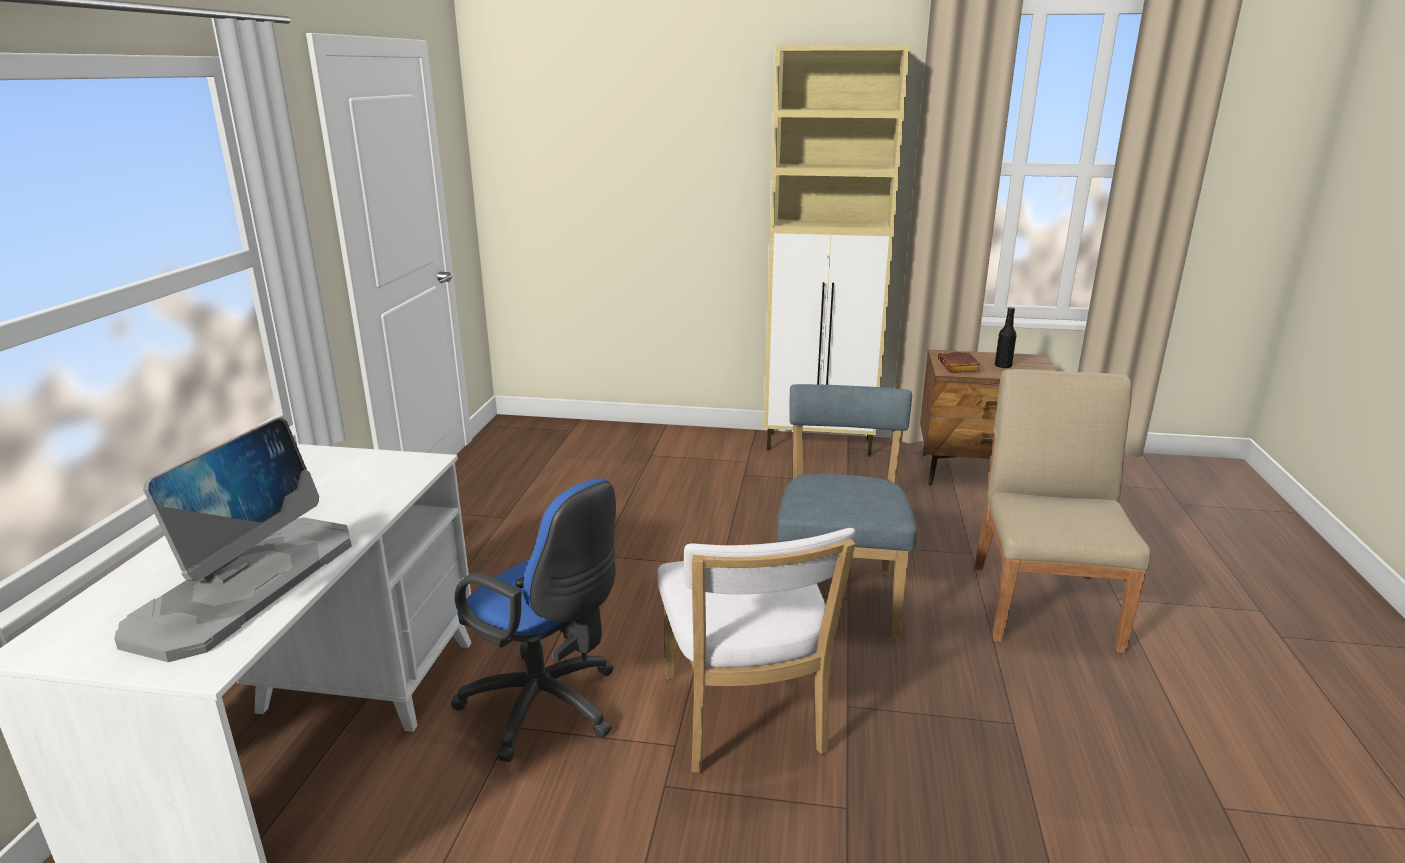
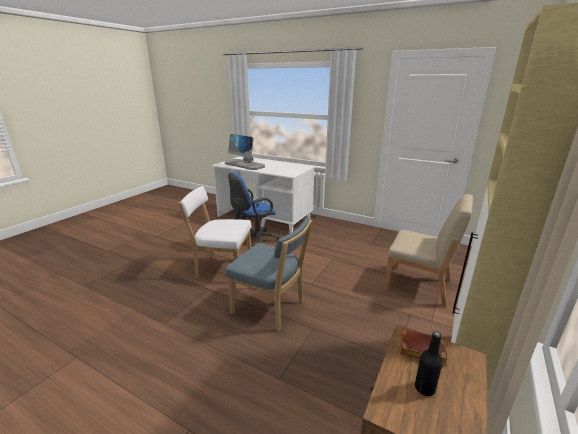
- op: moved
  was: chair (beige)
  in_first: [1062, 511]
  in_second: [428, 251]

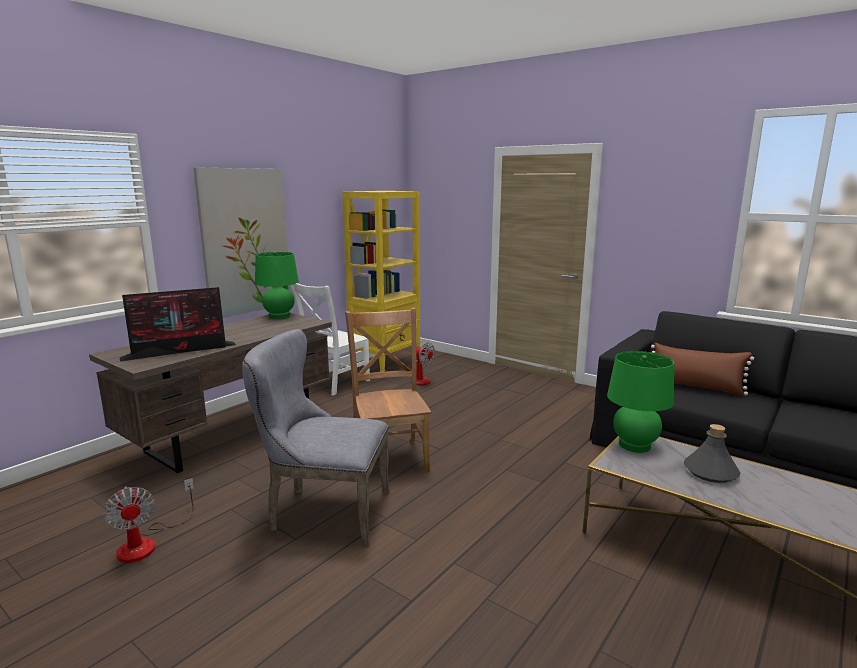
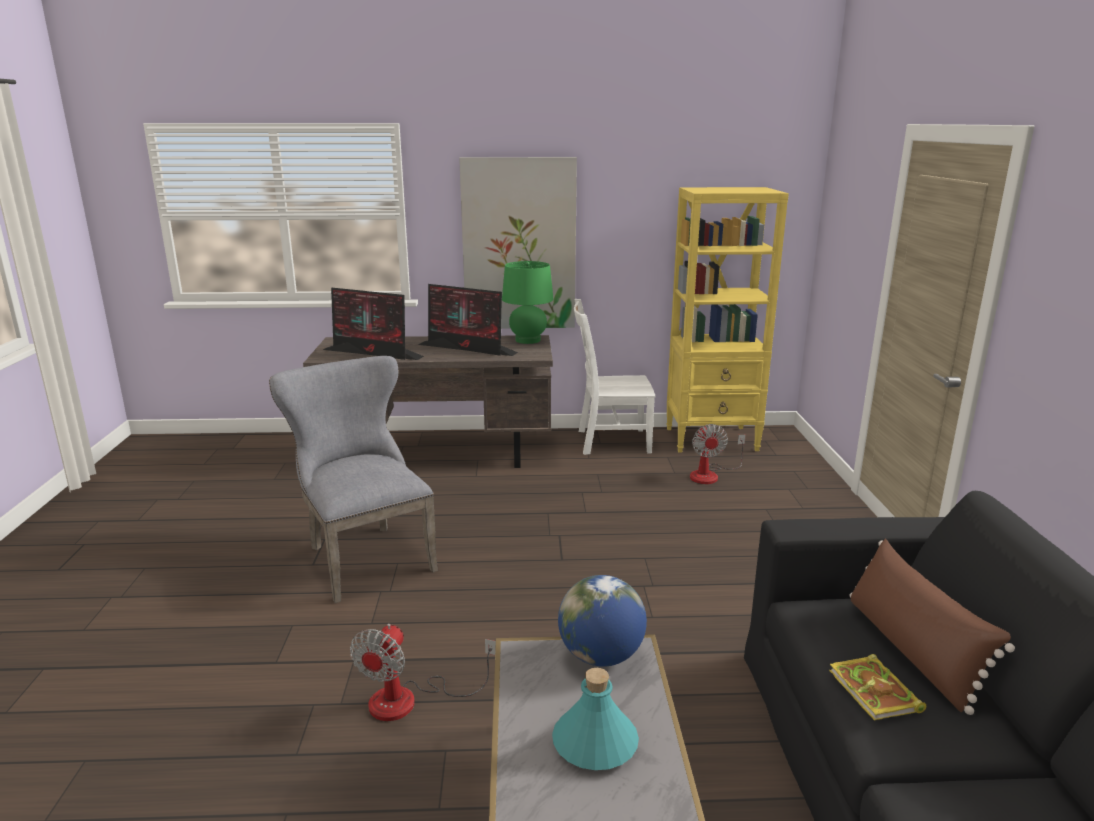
- op: removed
  was: chair (brown)
  in_first: [388, 394]
- op: added
  now: monitor
  in_second: [468, 320]
- op: added
  now: book
  in_second: [877, 687]
- op: moved
  was: fan
  in_first: [148, 520]
  in_second: [423, 672]
- op: replaced
  was: table lamp (green)
  now: globe
  in_first: [640, 402]
  in_second: [602, 621]
- op: recoloured
  was: bottle (grey)
  now: bottle (turquoise)
  in_first: [712, 453]
  in_second: [595, 719]

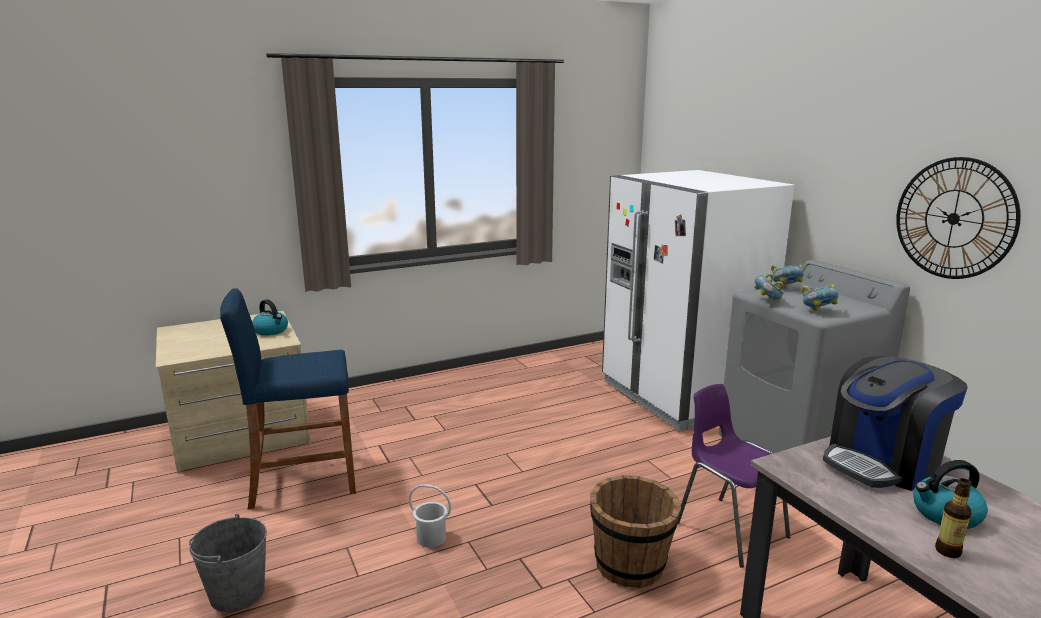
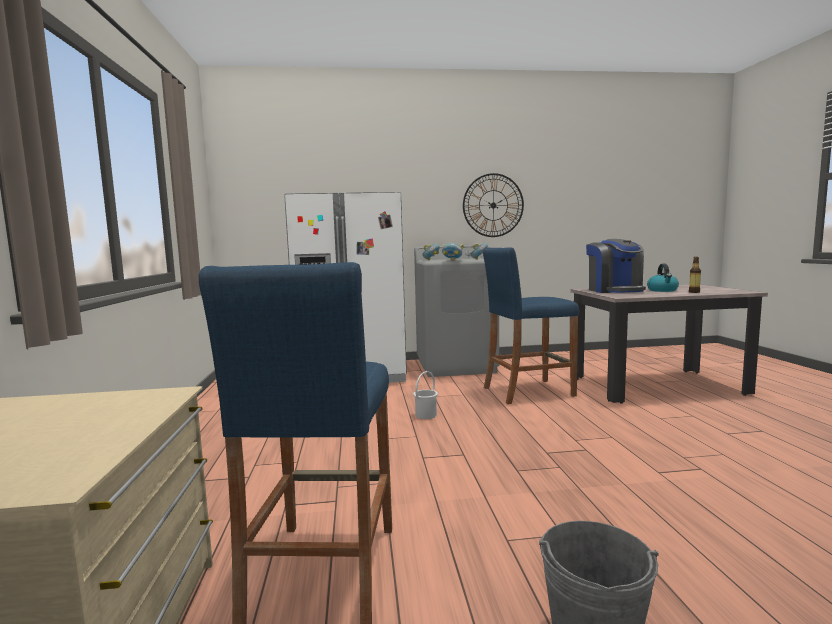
- op: removed
  was: kettle
  in_first: [270, 317]
- op: removed
  was: bucket (brown)
  in_first: [635, 531]
- op: moved
  was: bucket (white)
  in_first: [430, 516]
  in_second: [425, 395]
- op: replaced
  was: chair (purple)
  now: stool (blue)
  in_first: [734, 476]
  in_second: [531, 325]

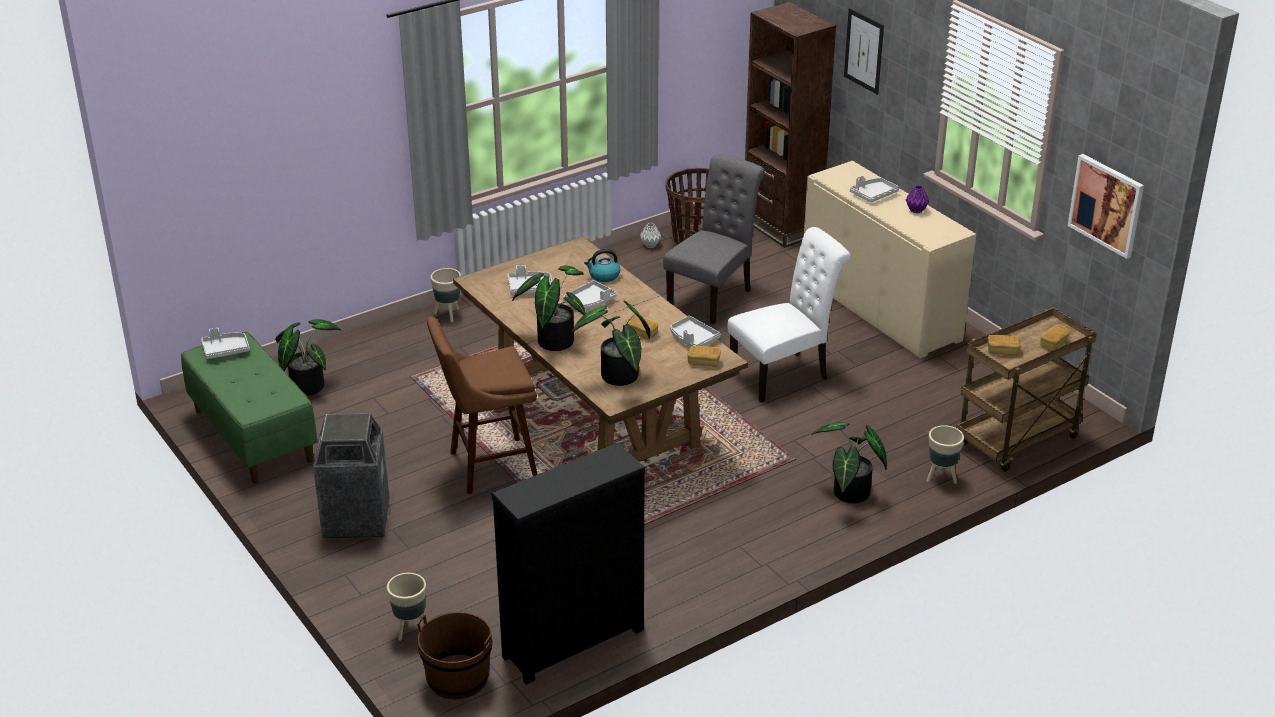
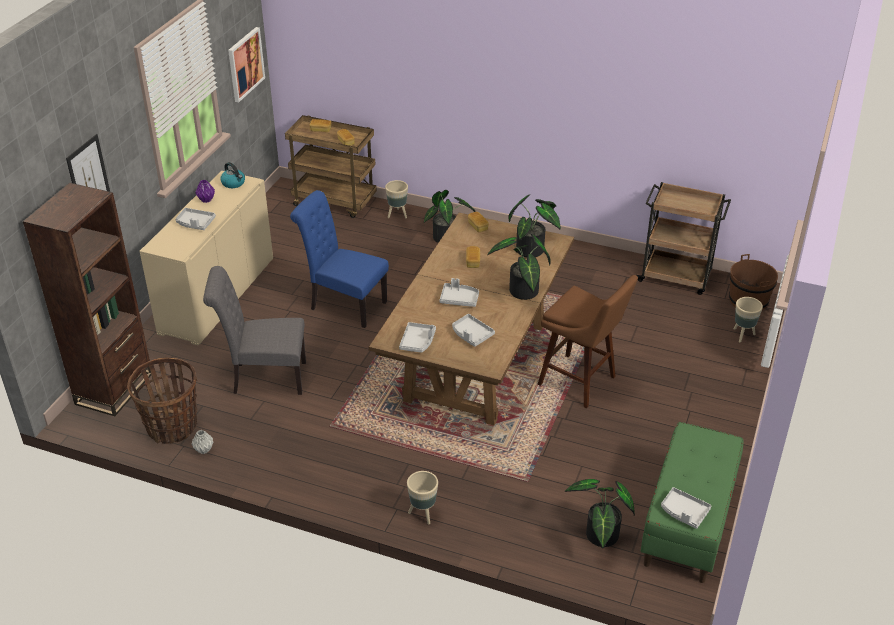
- op: removed
  was: trash can
  in_first: [351, 476]
- op: moved
  was: kettle
  in_first: [602, 265]
  in_second: [232, 175]
- op: moved
  was: tray (grey)
  in_first: [695, 331]
  in_second: [417, 337]
- op: replaced
  was: dresser (black)
  now: cart (brown)
  in_first: [568, 564]
  in_second: [683, 238]
- op: recoloured
  was: chair (white)
  now: chair (blue)
  in_first: [788, 315]
  in_second: [339, 259]

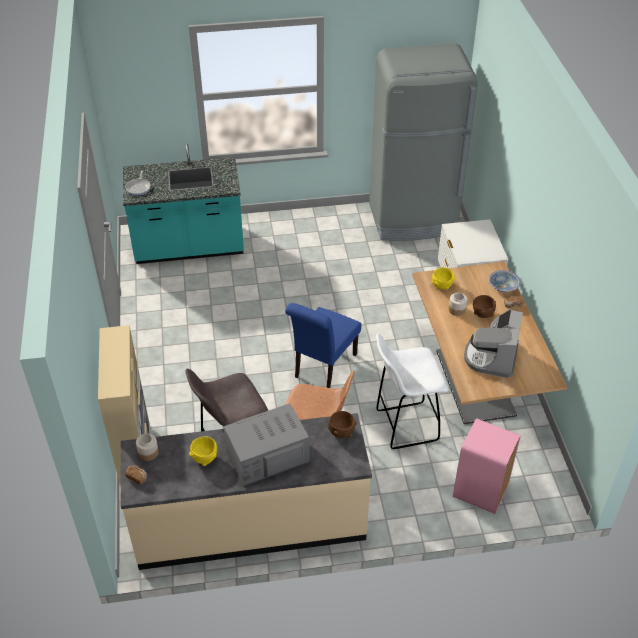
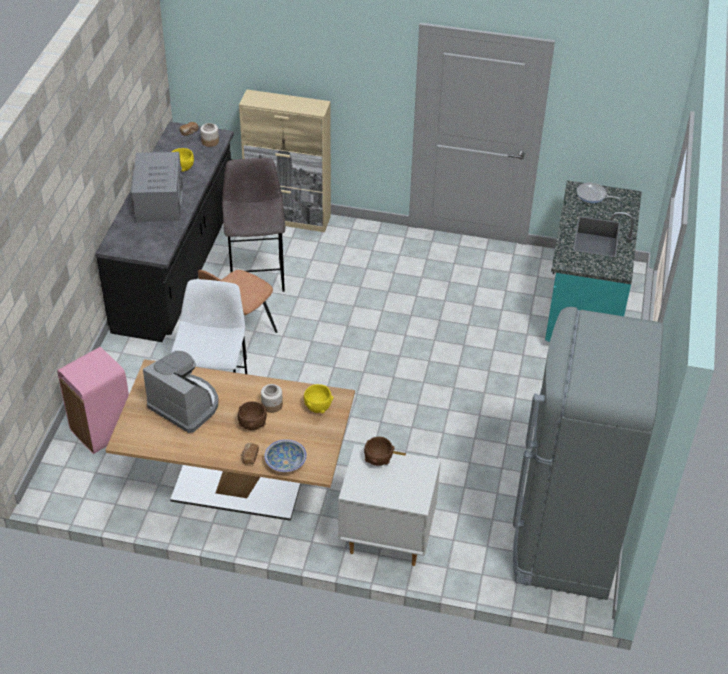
- op: removed
  was: chair (blue)
  in_first: [323, 345]
- op: moved
  was: bowl (brown)
  in_first: [342, 424]
  in_second: [379, 451]
- op: recoloured
  was: counter (beige)
  now: counter (black)
  in_first: [246, 491]
  in_second: [164, 232]

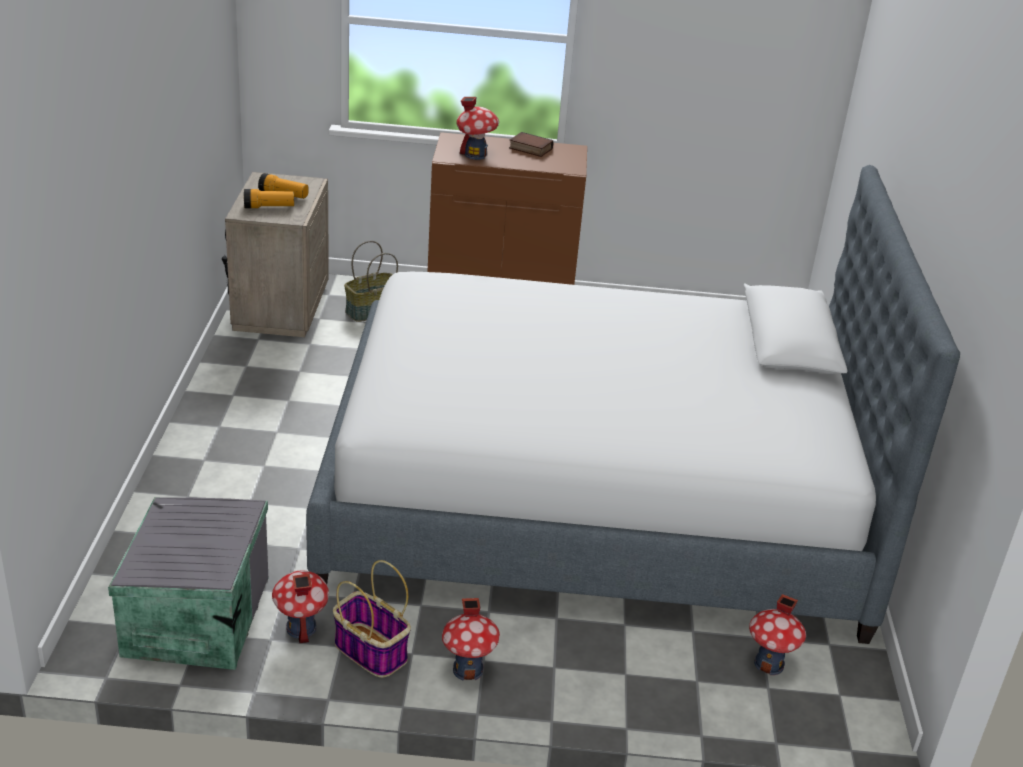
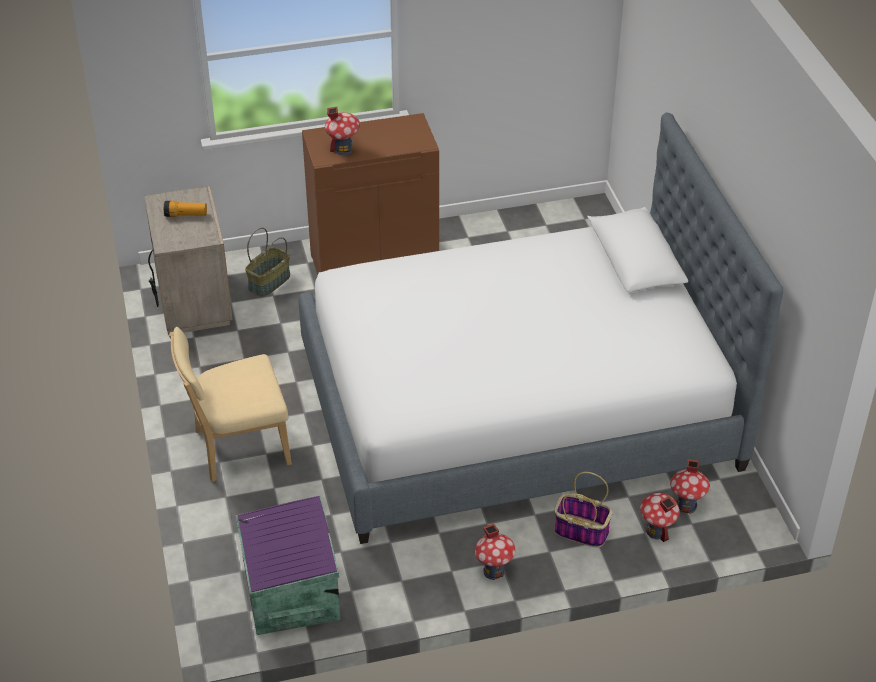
- op: removed
  was: flashlight
  in_first: [269, 198]
- op: removed
  was: book
  in_first: [531, 144]
- op: added
  now: chair (beige)
  in_second: [230, 404]
- op: moved
  was: toy house
  in_first: [300, 606]
  in_second: [660, 517]
- op: moved
  was: basket
  in_first: [372, 619]
  in_second: [584, 510]
- op: recoloured
  was: storage box (grey)
  now: storage box (purple)
  in_first: [188, 583]
  in_second: [288, 565]

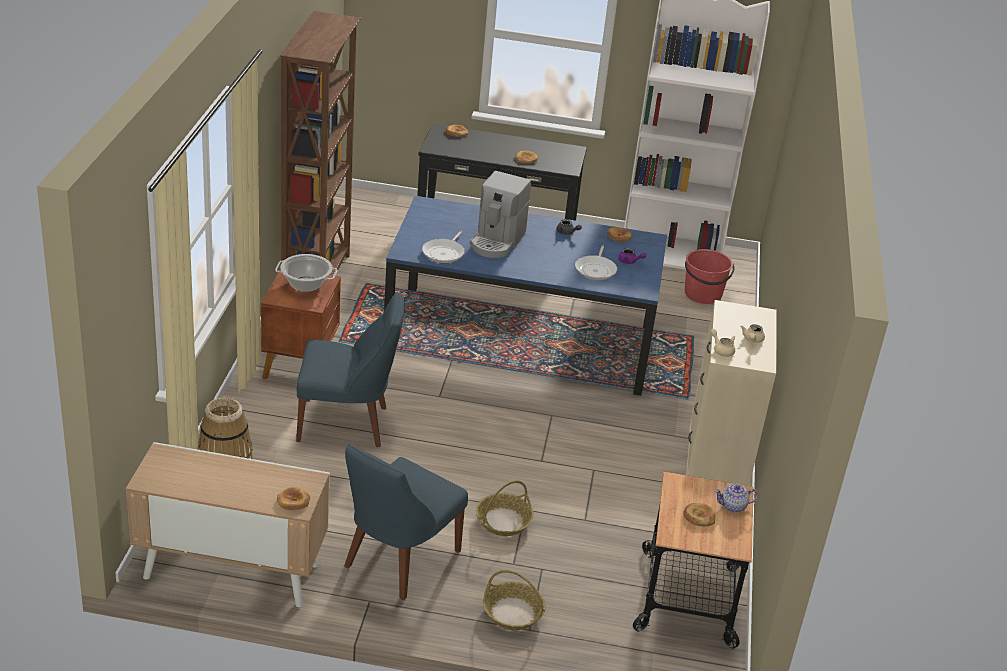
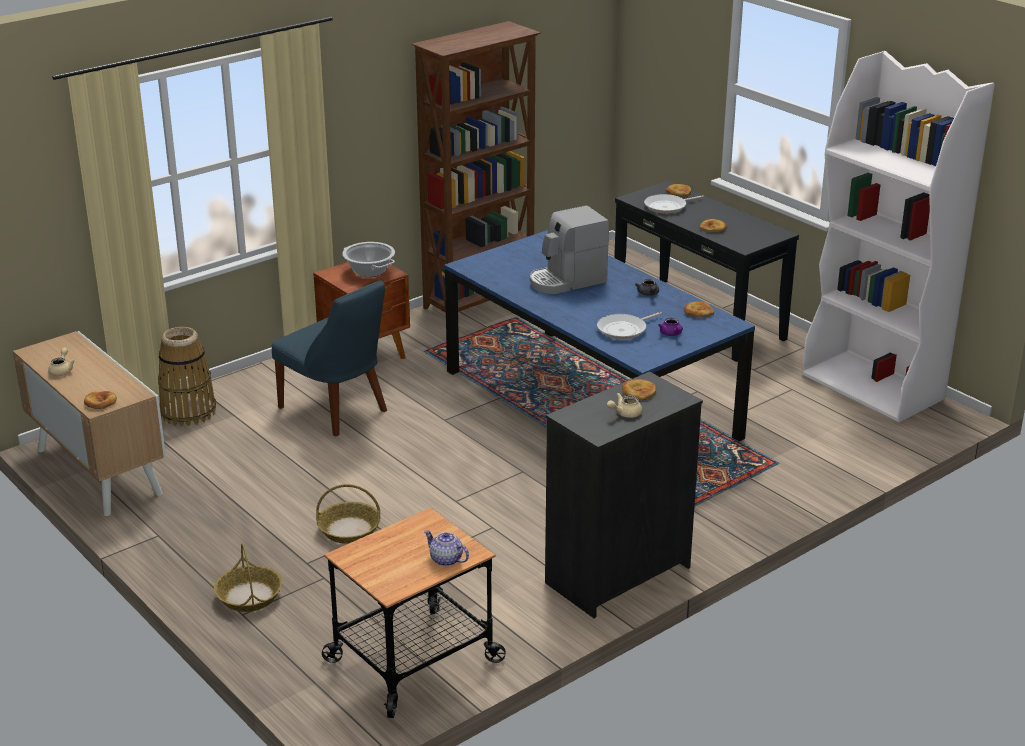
- op: removed
  was: chair (blue)
  in_first: [406, 522]
- op: removed
  was: bucket (red)
  in_first: [710, 276]
- op: moved
  was: frying pan
  in_first: [443, 247]
  in_second: [674, 204]
- op: moved
  was: bread
  in_first: [699, 514]
  in_second: [639, 389]
- op: moved
  was: teapot (beige)
  in_first: [722, 343]
  in_second: [61, 362]
- op: recoloured
  was: dresser (beige)
  now: dresser (black)
  in_first: [731, 393]
  in_second: [624, 495]

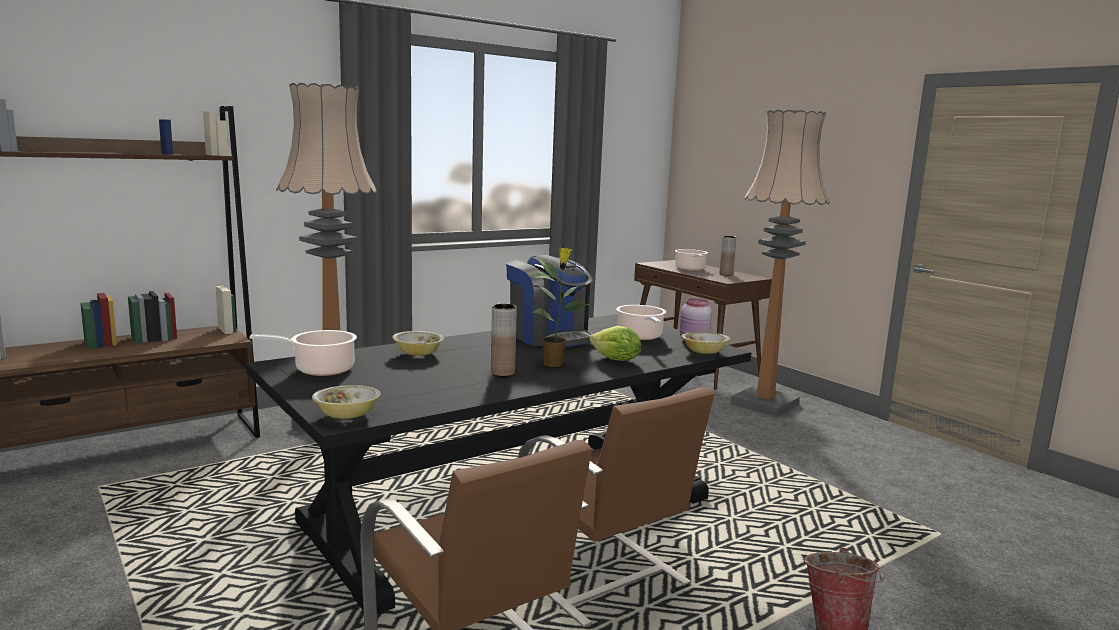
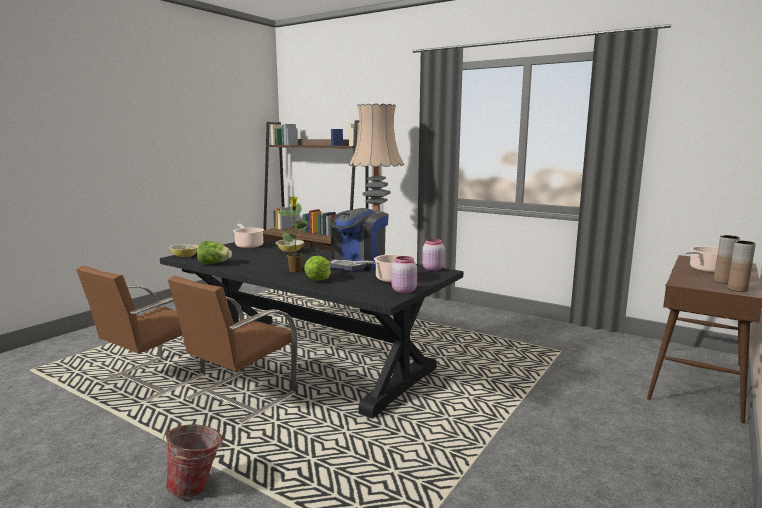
- op: removed
  was: bowl
  in_first: [706, 343]
- op: removed
  was: floor lamp
  in_first: [780, 263]
- op: added
  now: lettuce
  in_second: [214, 253]
- op: added
  now: jar (pink)
  in_second: [433, 255]
- op: moved
  was: vase (brown)
  in_first: [504, 340]
  in_second: [741, 266]

